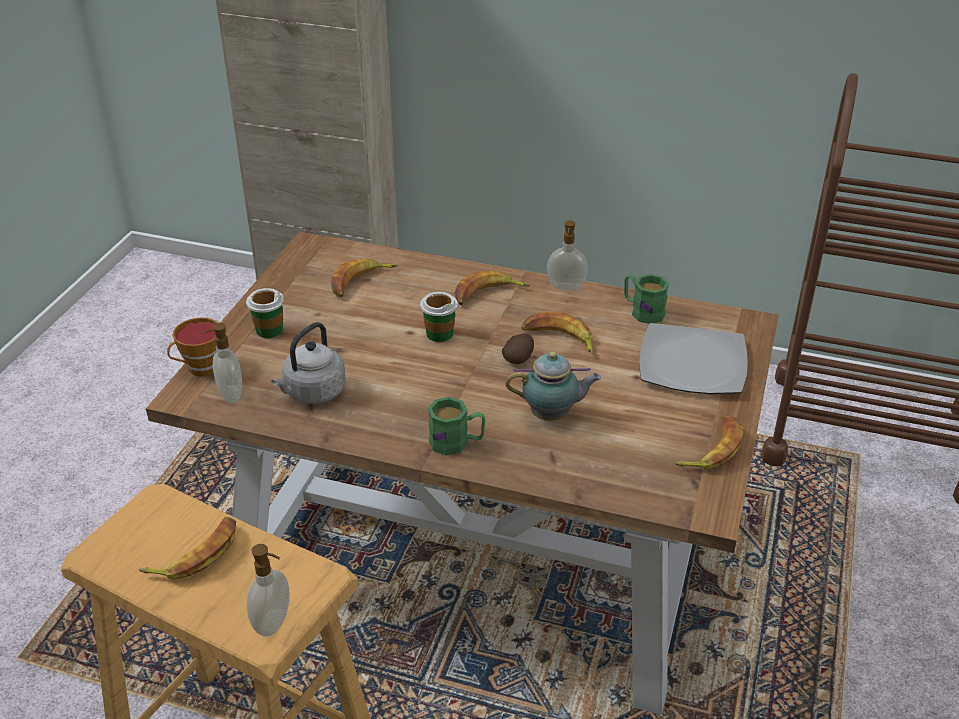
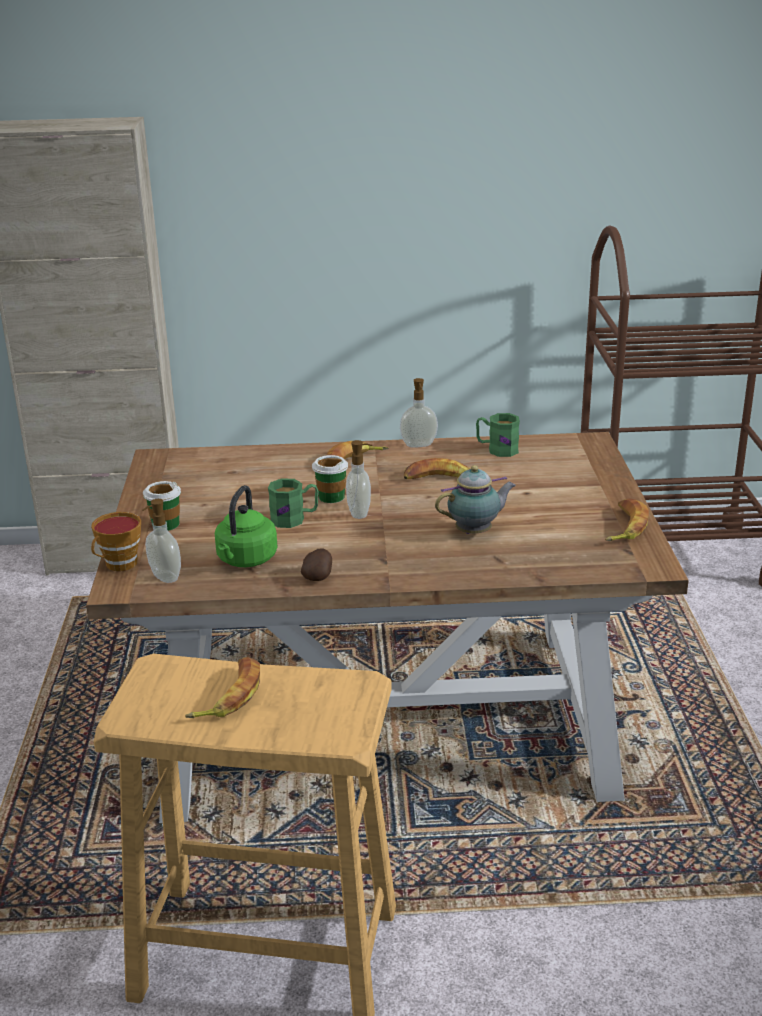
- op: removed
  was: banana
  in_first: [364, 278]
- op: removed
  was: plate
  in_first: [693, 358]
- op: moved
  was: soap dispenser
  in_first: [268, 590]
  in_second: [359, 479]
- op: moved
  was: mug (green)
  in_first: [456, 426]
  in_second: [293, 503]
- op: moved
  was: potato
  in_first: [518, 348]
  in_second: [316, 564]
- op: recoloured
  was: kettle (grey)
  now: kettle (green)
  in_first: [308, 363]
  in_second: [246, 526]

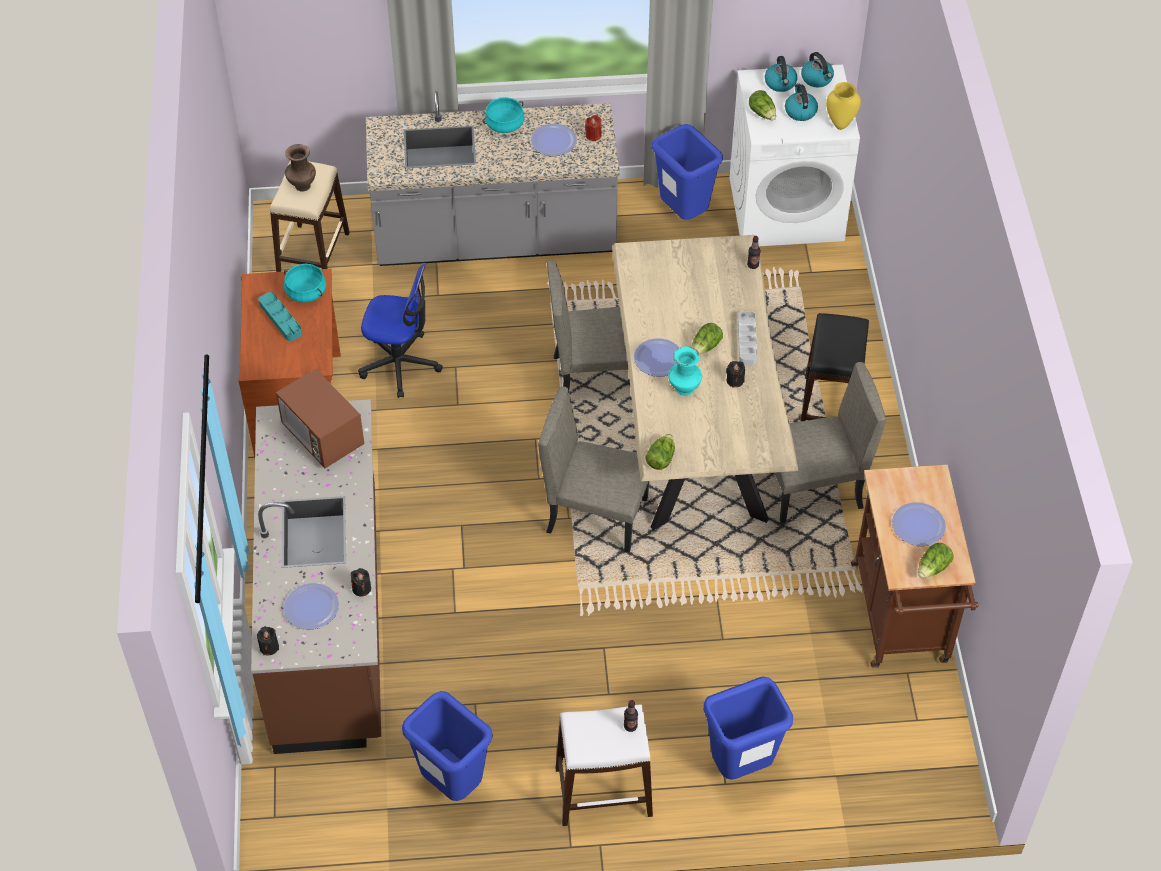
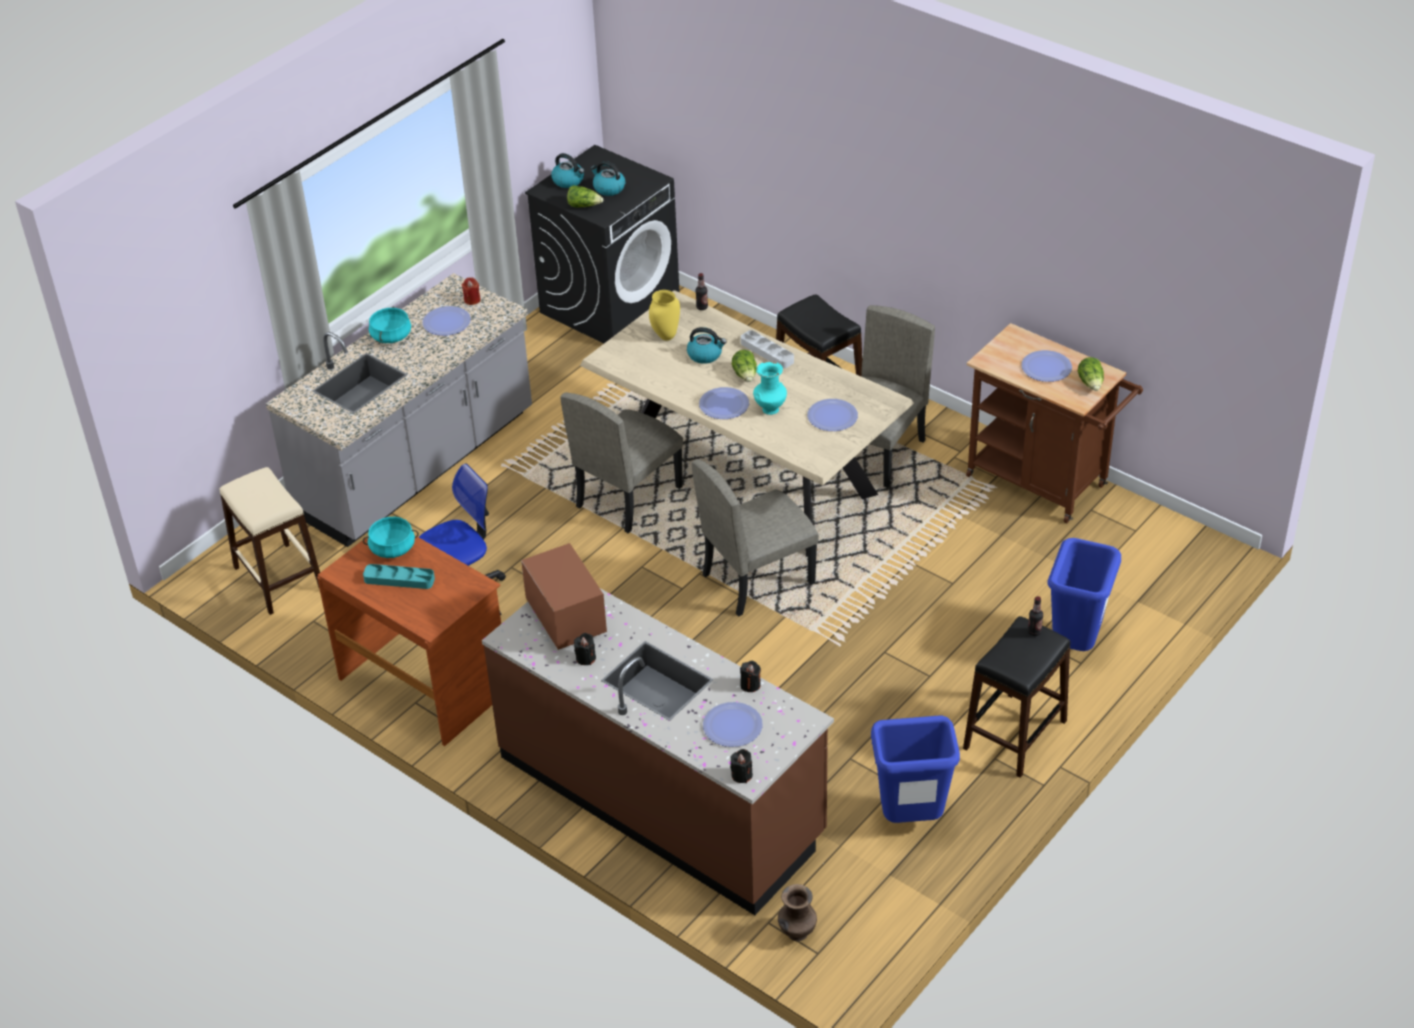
- op: removed
  was: lettuce
  in_first: [660, 452]
- op: removed
  was: trash can (blue)
  in_first: [687, 172]
- op: added
  now: plate
  in_second: [832, 415]
- op: moved
  was: vase (brown)
  in_first: [300, 168]
  in_second: [797, 912]
- op: moved
  was: candle (black)
  in_first: [735, 374]
  in_second: [585, 649]
- op: moved
  was: kettle
  in_first: [817, 69]
  in_second: [707, 345]
- op: moved
  was: vase (yellow)
  in_first: [843, 106]
  in_second: [664, 315]
- op: recoloured
  was: stool (white)
  now: stool (black)
  in_first: [604, 765]
  in_second: [1016, 697]
- op: recoloured
  was: washing machine (white)
  now: washing machine (black)
  in_first: [795, 155]
  in_second: [602, 244]
- op: turned
  was: microwave
  in_first: [320, 418]
  in_second: [564, 596]
  clockwise: -120

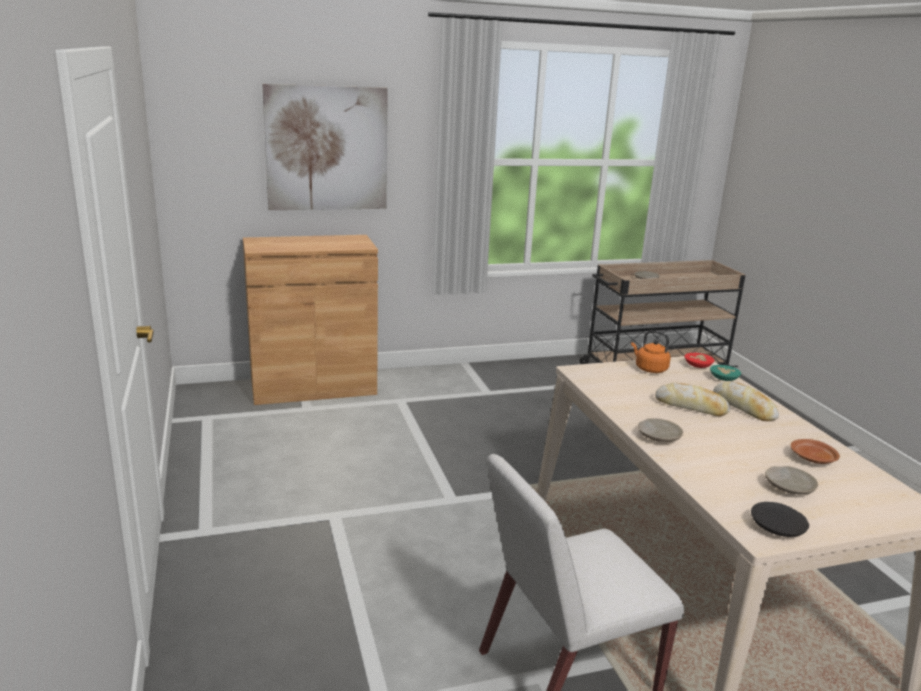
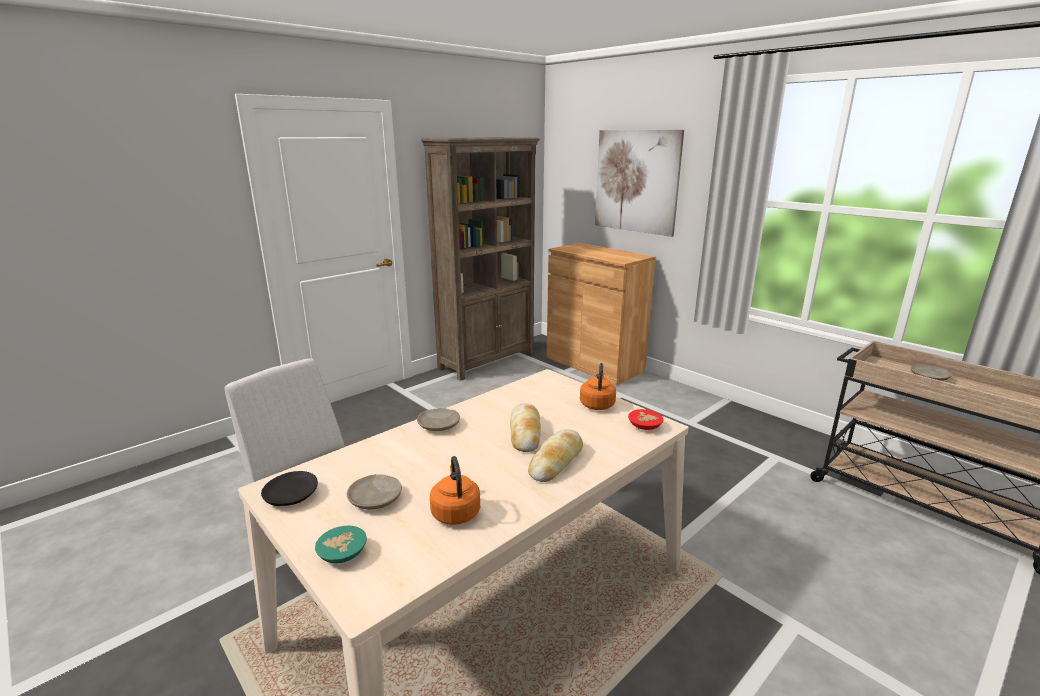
- op: added
  now: bookcase (brown)
  in_second: [480, 259]
- op: moved
  was: bowl (turquoise)
  in_first: [725, 373]
  in_second: [341, 544]
- op: replaced
  was: plate (brown)
  now: kettle (orange)
  in_first: [815, 451]
  in_second: [455, 490]

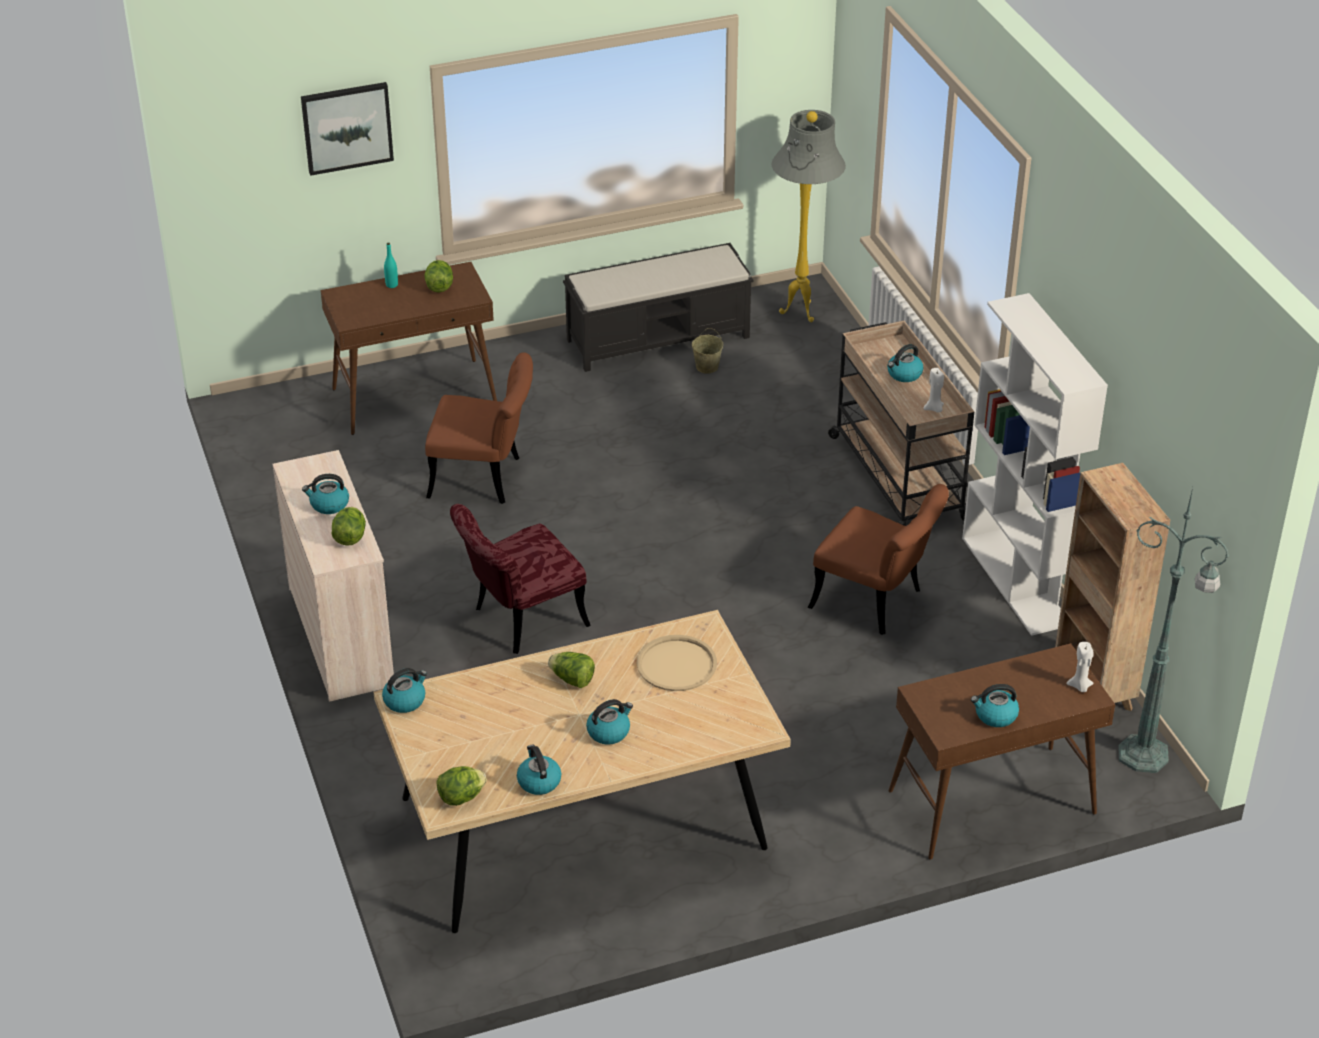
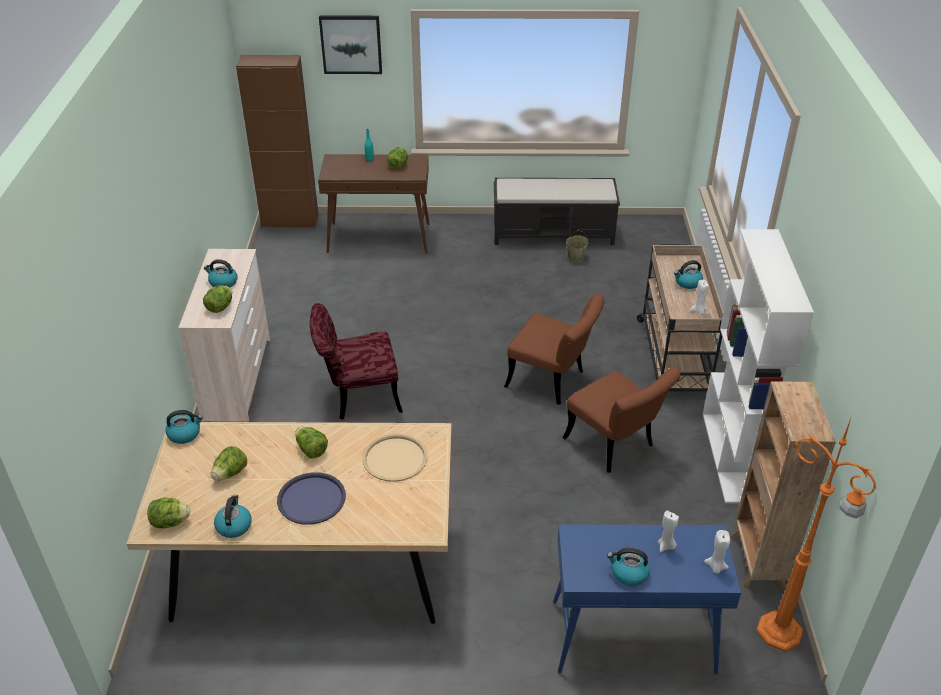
- op: removed
  was: floor lamp (grey)
  in_first: [809, 216]
- op: added
  now: lettuce
  in_second: [229, 463]
- op: added
  now: cabinet (brown)
  in_second: [277, 141]
- op: added
  now: candle (white)
  in_second: [668, 531]
- op: moved
  was: chair (brown)
  in_first: [479, 428]
  in_second: [554, 349]
- op: replaced
  was: kettle
  now: tray (blue)
  in_first: [609, 722]
  in_second: [311, 498]
- op: recoloured
  was: console table (brown)
  now: console table (blue)
  in_first: [1001, 751]
  in_second: [647, 599]
- op: recoloured
  was: floor lamp (green)
  now: floor lamp (orange)
  in_first: [1173, 630]
  in_second: [816, 535]

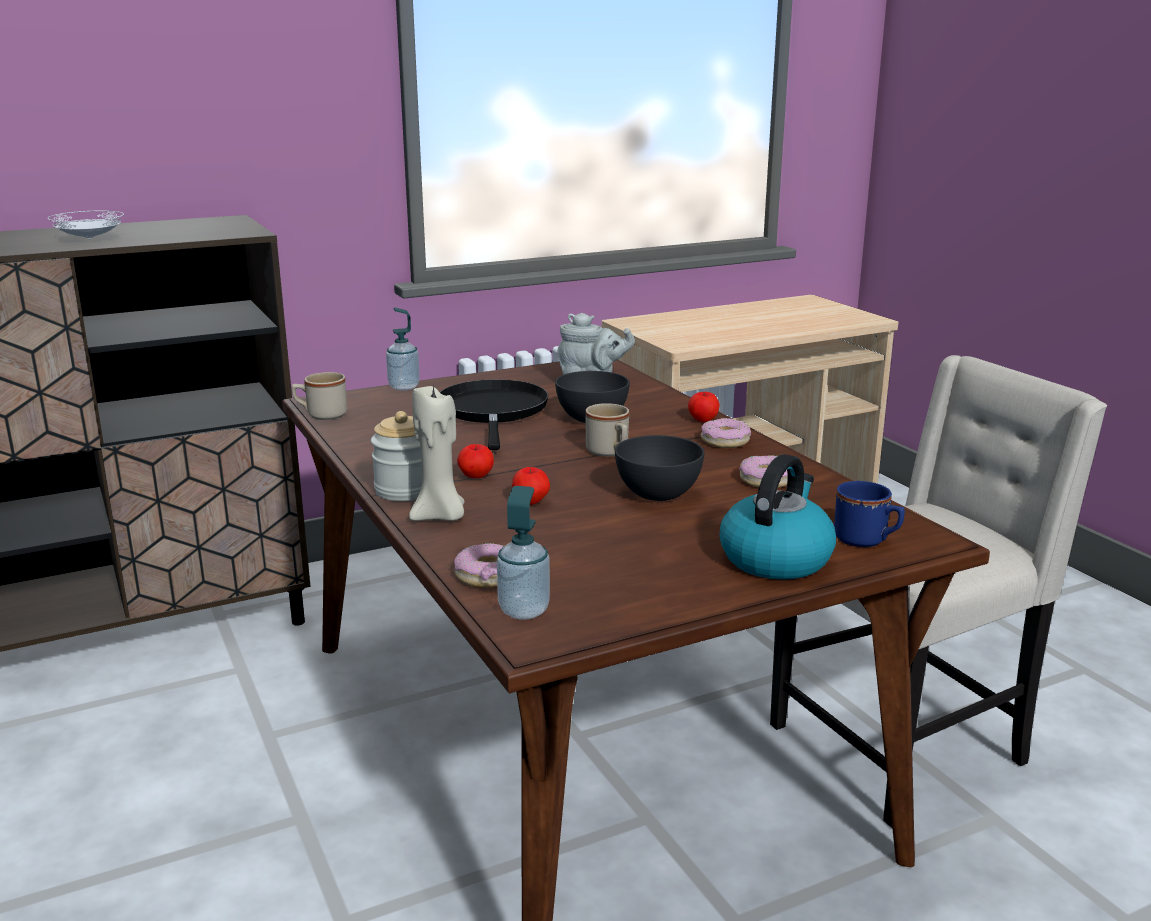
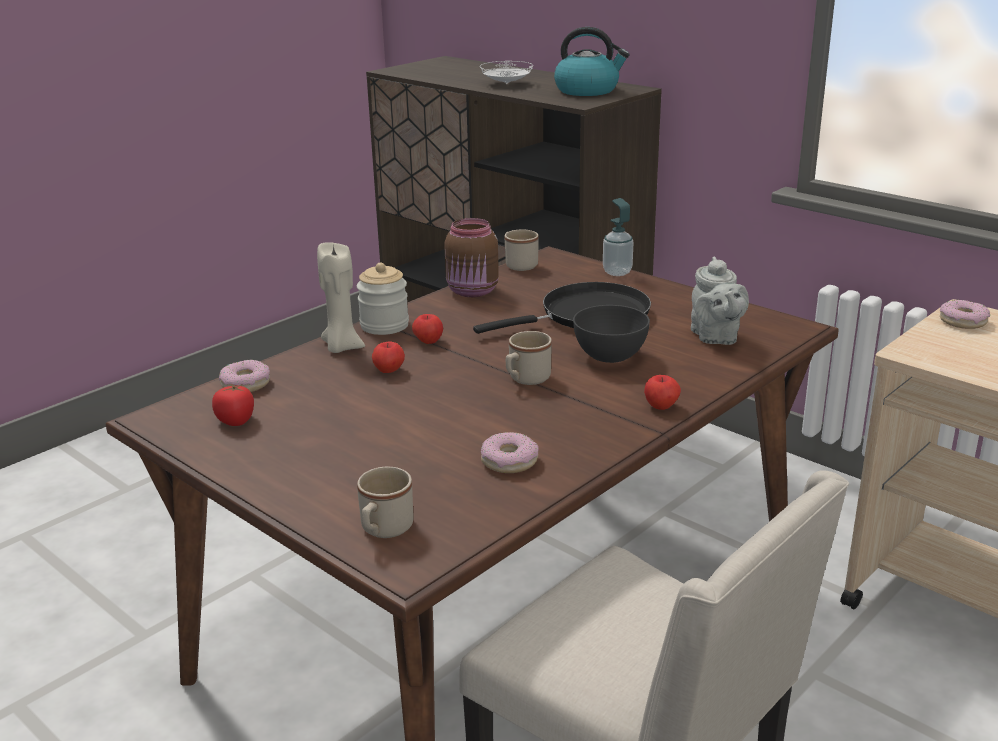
- op: removed
  was: soap dispenser
  in_first: [523, 553]
- op: removed
  was: bowl (grey)
  in_first: [659, 468]
- op: added
  now: tomato
  in_second: [233, 404]
- op: added
  now: jar (brown)
  in_second: [471, 257]
- op: moved
  was: donut
  in_first: [726, 433]
  in_second: [965, 314]
- op: moved
  was: kettle
  in_first: [778, 517]
  in_second: [592, 61]
- op: recoloured
  was: mug (blue)
  now: mug (beige)
  in_first: [869, 514]
  in_second: [385, 502]

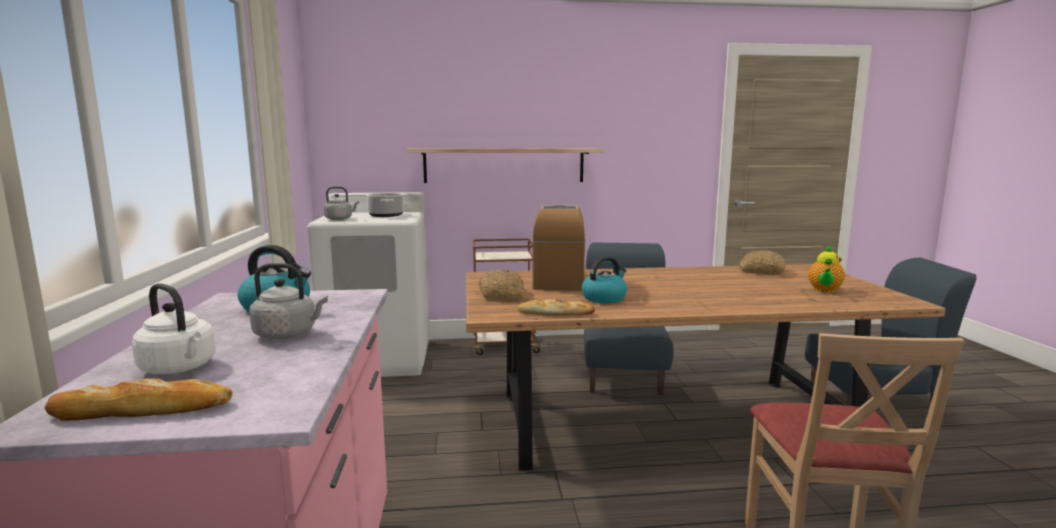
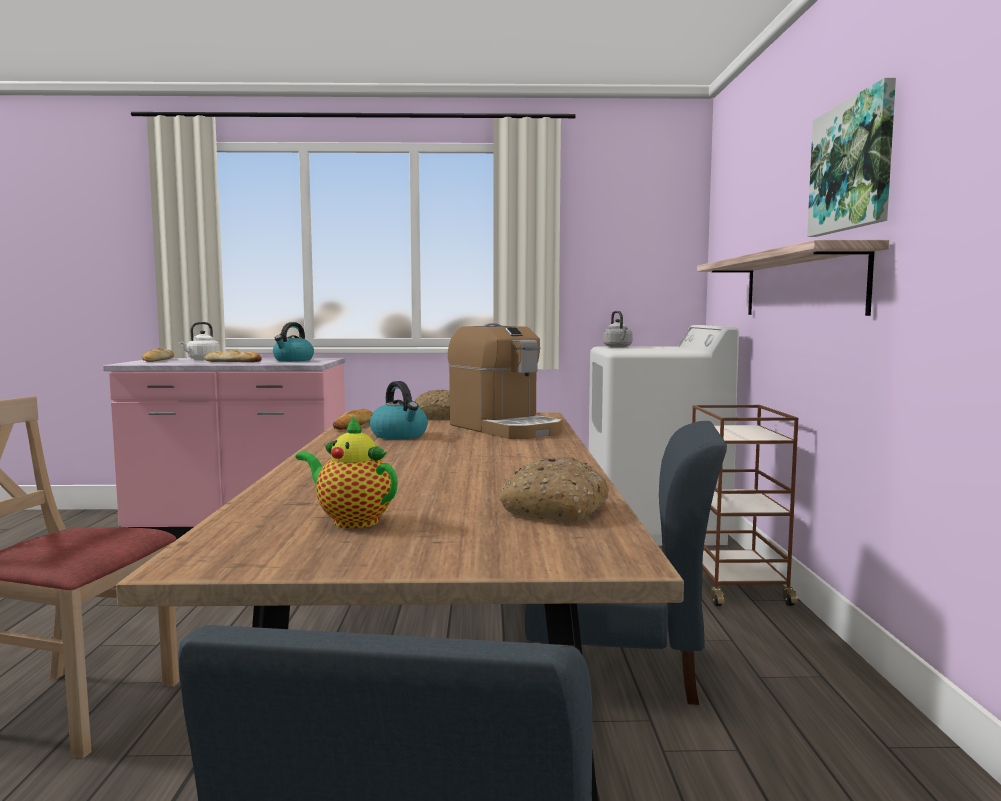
- op: removed
  was: cooking pot
  in_first: [385, 205]
- op: added
  now: picture
  in_second: [851, 157]
- op: replaced
  was: kettle (grey)
  now: bread
  in_first: [288, 301]
  in_second: [233, 356]
- op: turned
  was: coffee machine
  in_first: [559, 247]
  in_second: [505, 381]
  clockwise: 45

